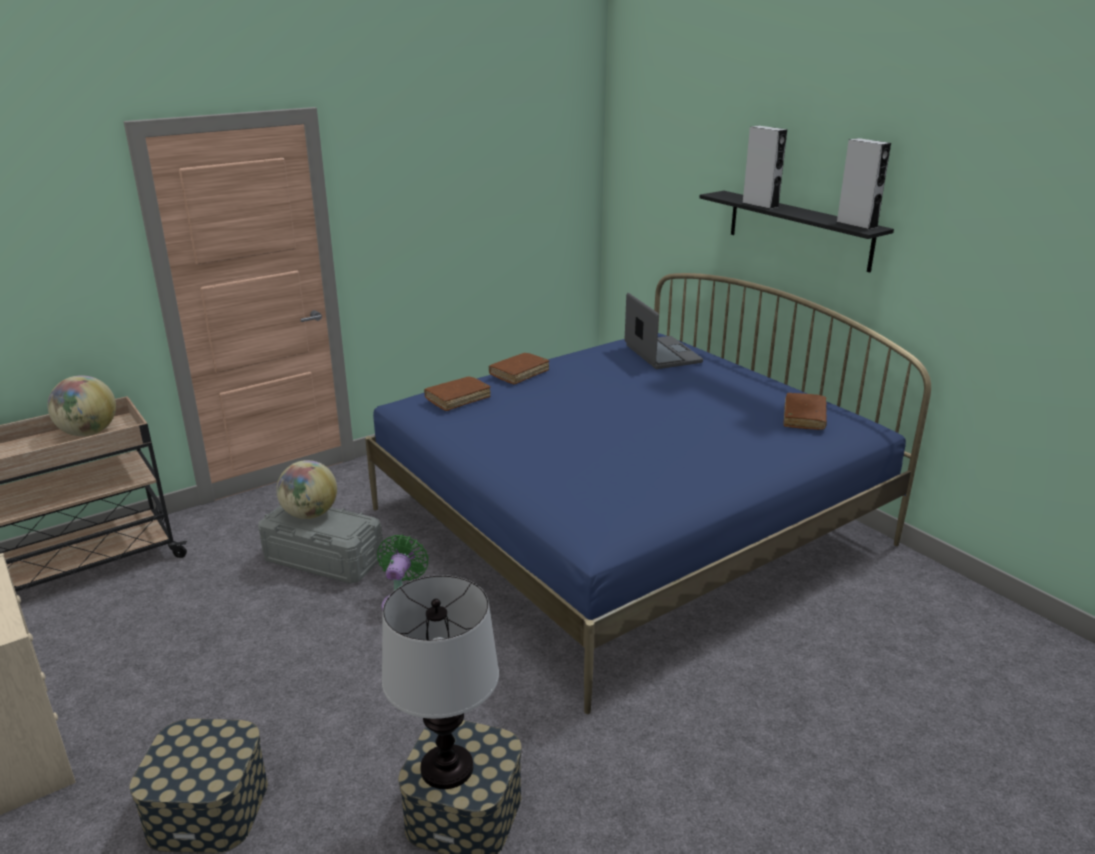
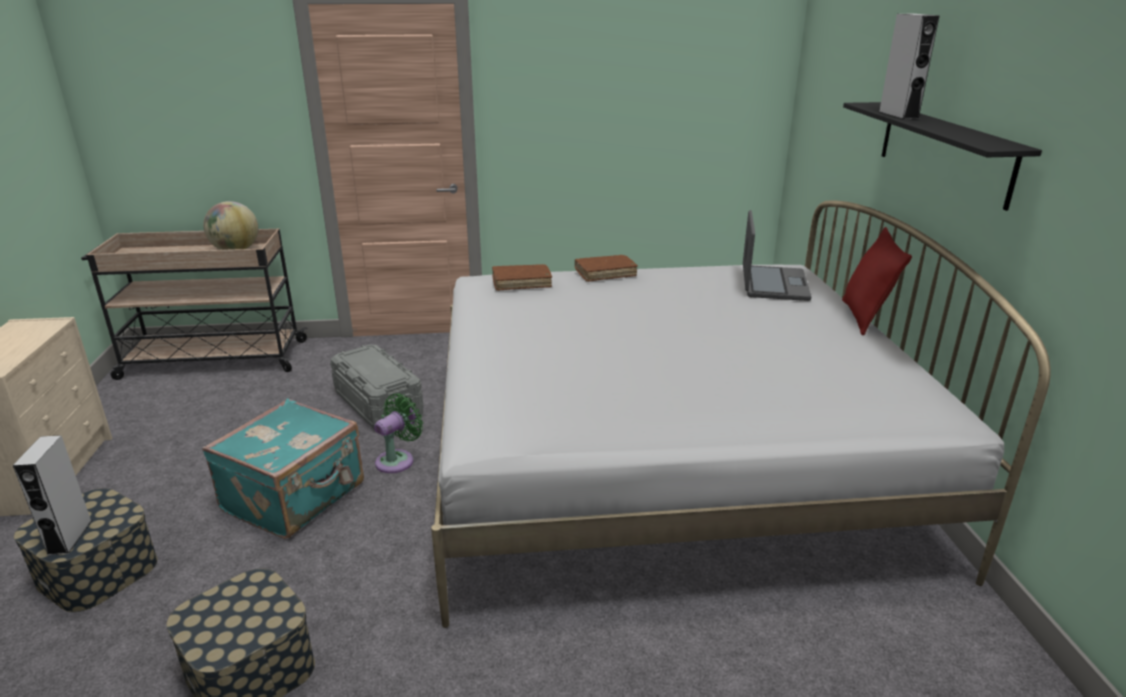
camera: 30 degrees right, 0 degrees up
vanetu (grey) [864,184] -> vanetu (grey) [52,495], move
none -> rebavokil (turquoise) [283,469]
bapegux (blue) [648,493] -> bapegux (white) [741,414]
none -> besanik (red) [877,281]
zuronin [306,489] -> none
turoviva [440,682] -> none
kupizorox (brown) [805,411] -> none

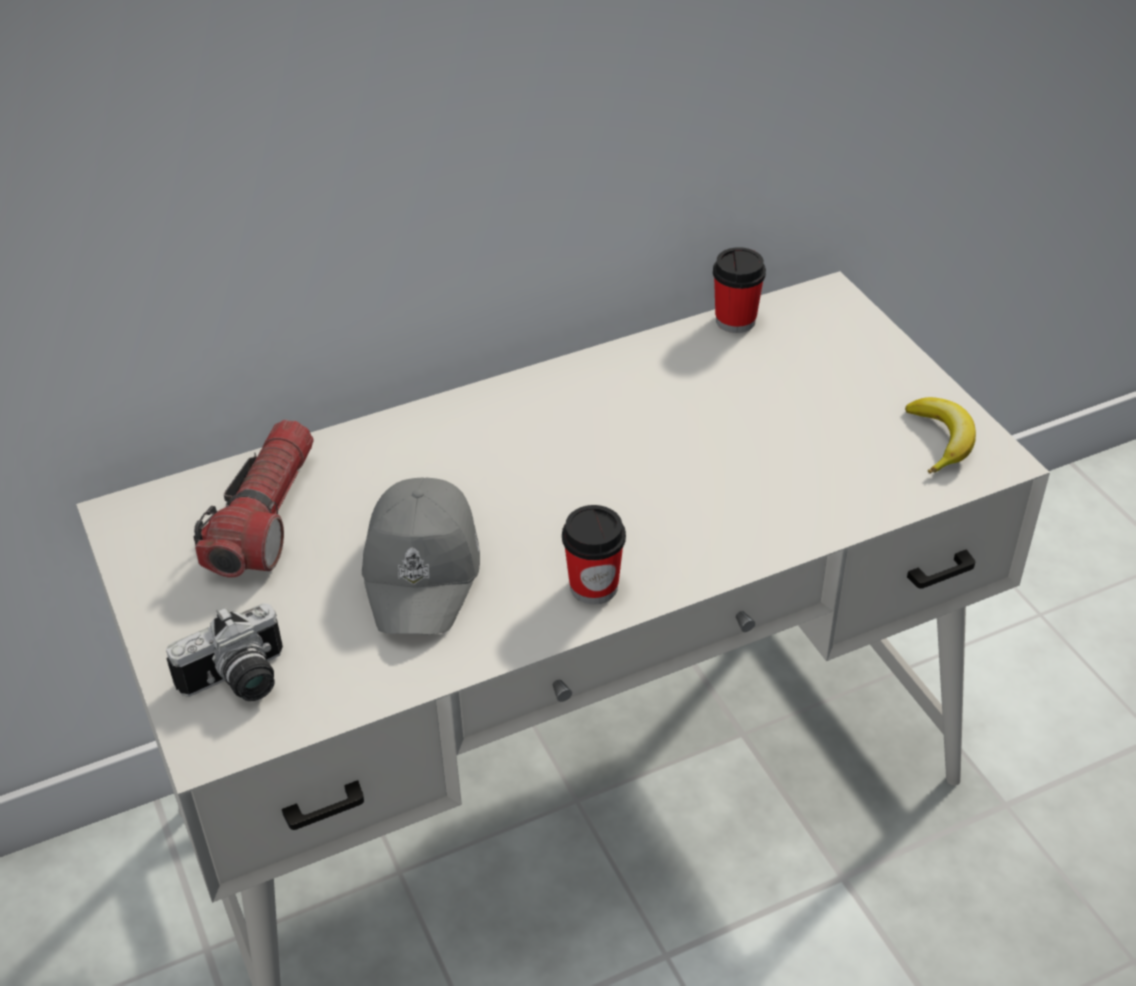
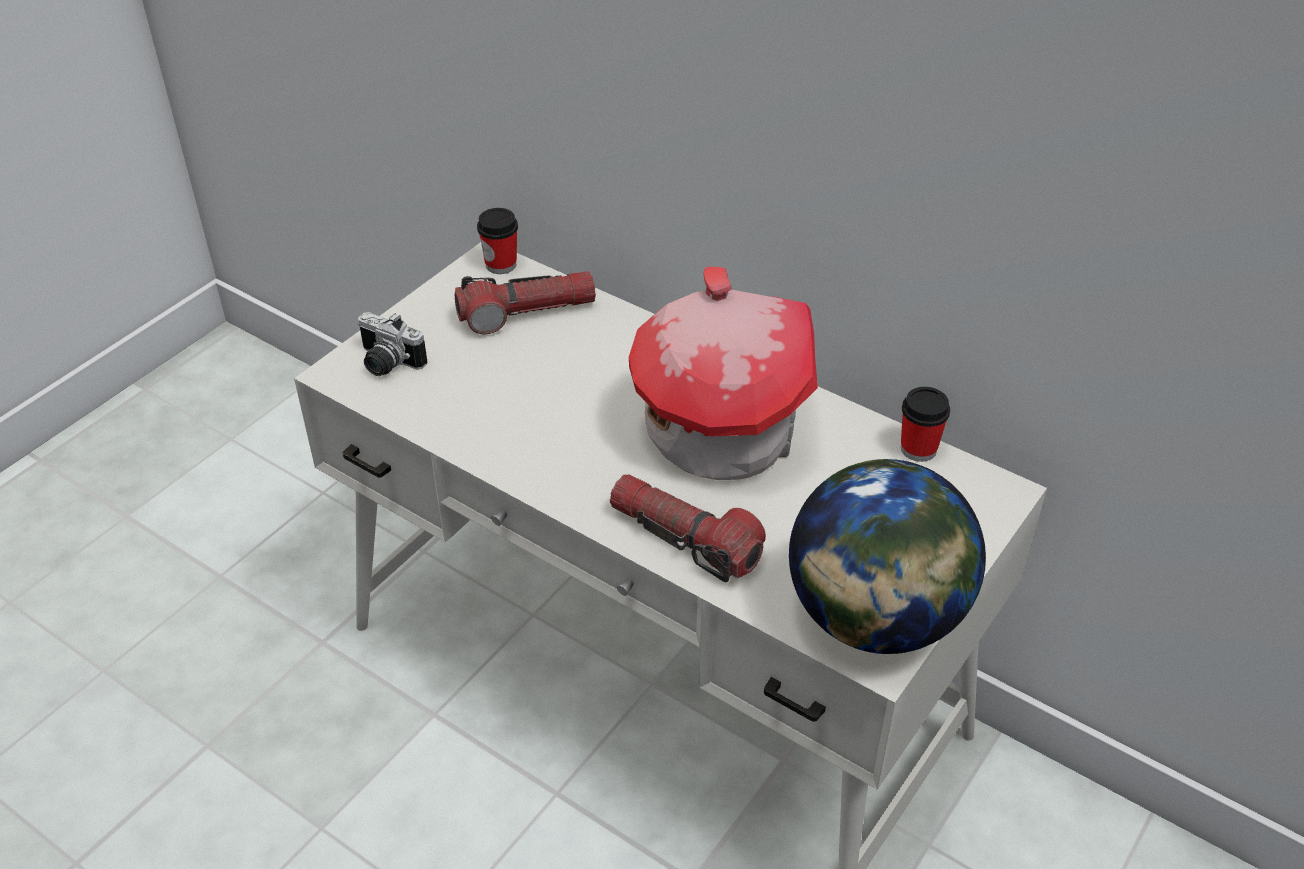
camera: 60 degrees right, 0 degrees up
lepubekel [594,554] -> lepubekel [497,241], move
none -> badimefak [688,528]
none -> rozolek [723,373]
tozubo [940,435] -> zuronin [887,556]
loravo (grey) [421,555] -> none

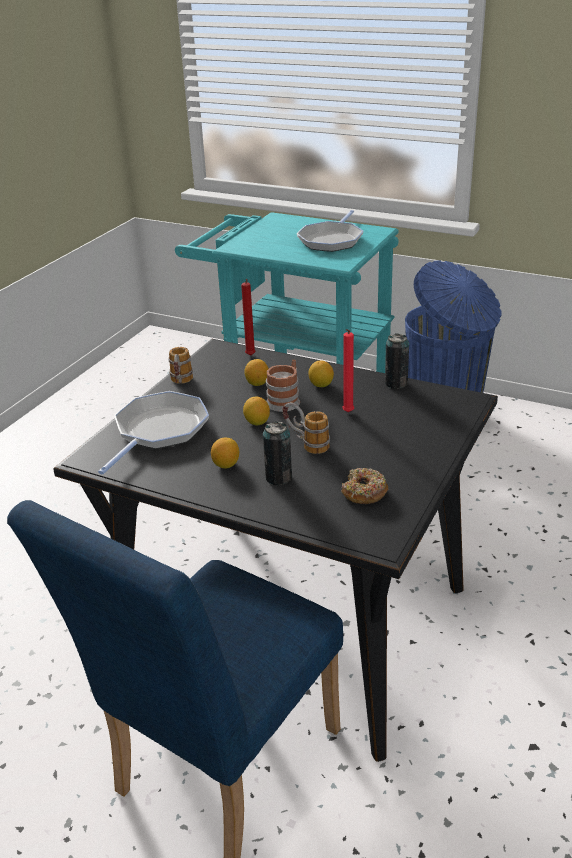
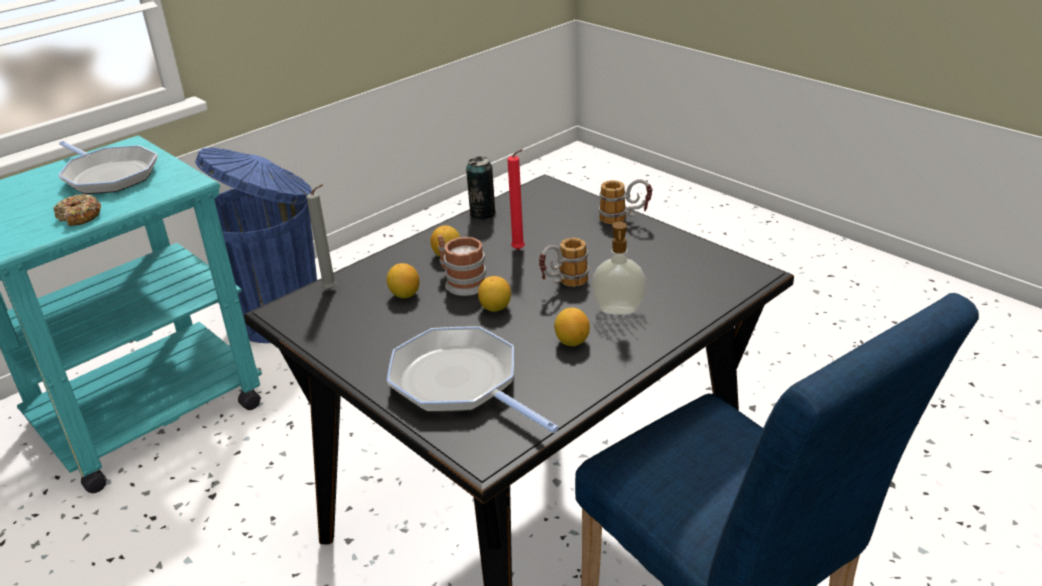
camera: 70 degrees left, 0 degrees up
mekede [365,486] -> mekede [77,210], move
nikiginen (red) [248,317] -> nikiginen (grey) [321,237]
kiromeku [277,453] -> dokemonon [618,268]
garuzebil [180,365] -> garuzebil [625,201], move

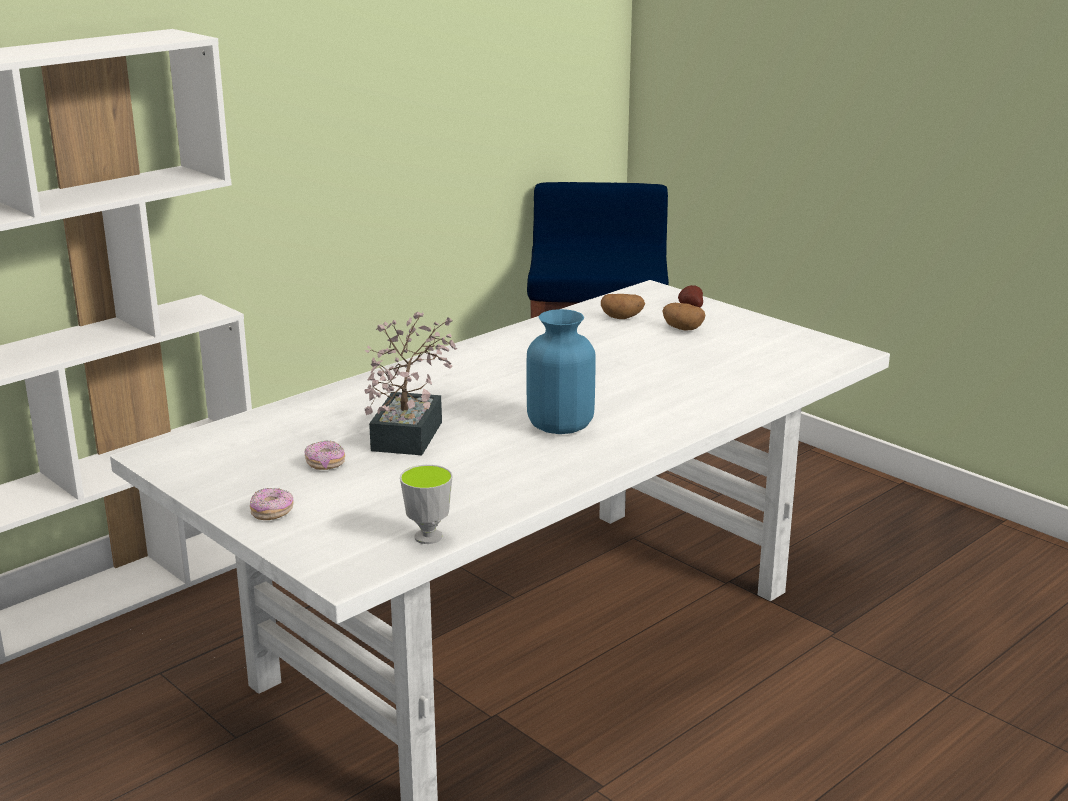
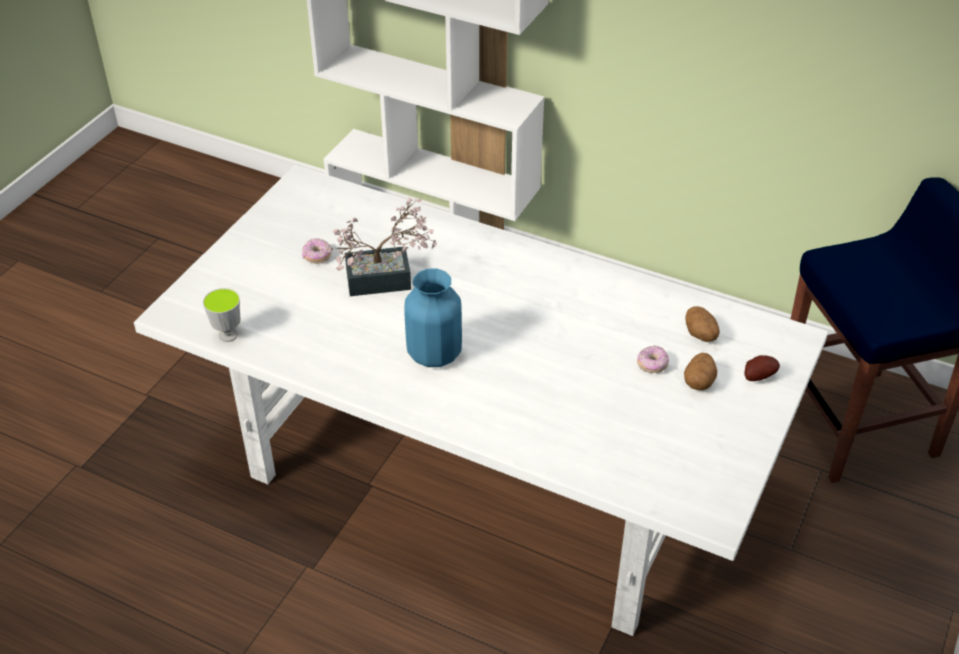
camera: 70 degrees right, 20 degrees up
mekede [272,504] -> mekede [653,359], move

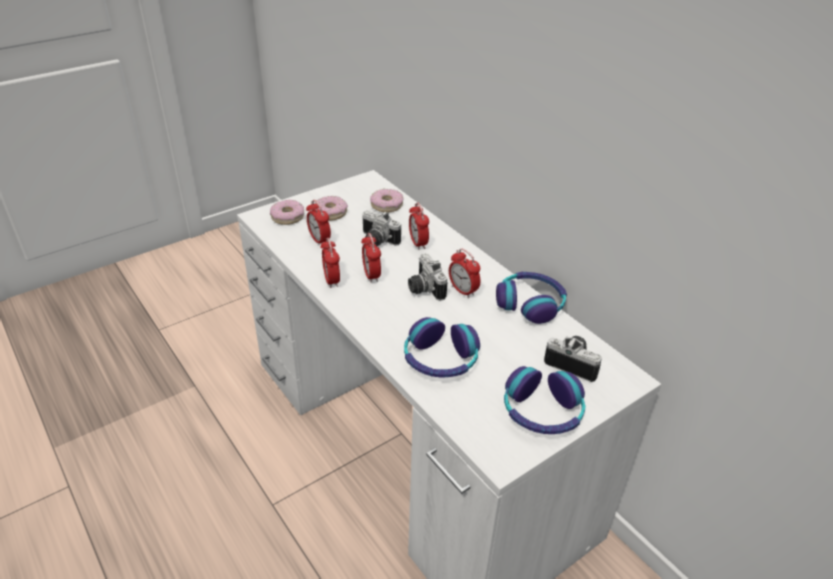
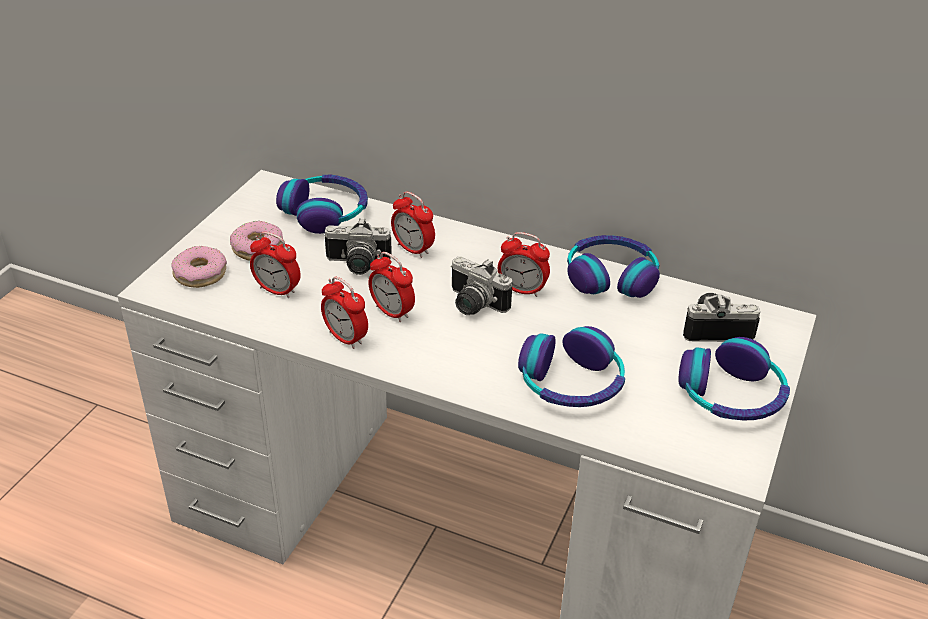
camera: 30 degrees left, 0 degrees up
mekede [387,200] -> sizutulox [322,204]

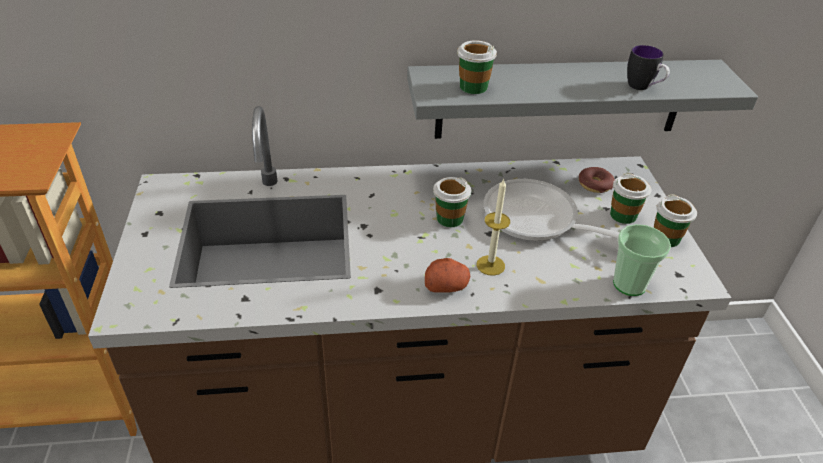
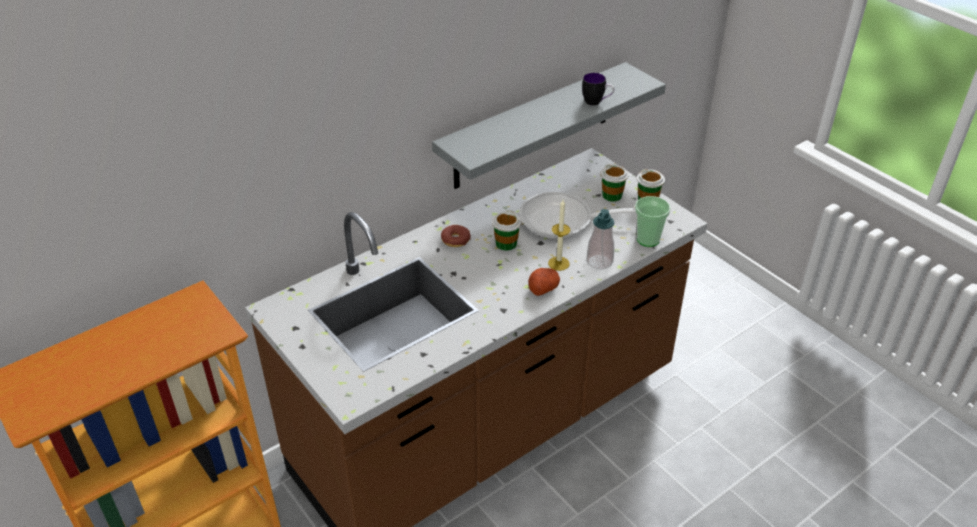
camera: 30 degrees left, 0 degrees up
mekede [597,180] -> mekede [456,236], move
none -> dokemonon [600,239]
lepubekel [477,67] -> none

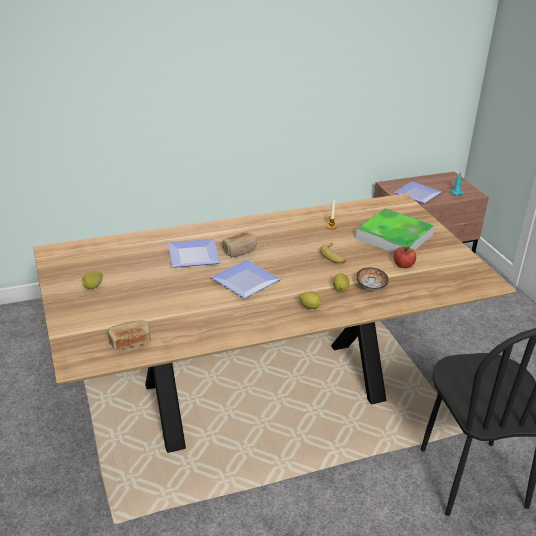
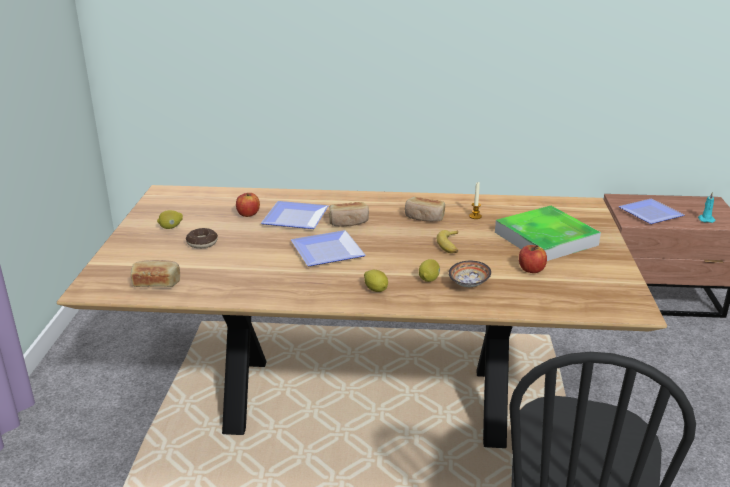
camera: 25 degrees right, 5 degrees down
none -> mekede [202,238]
none -> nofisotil [248,205]
none -> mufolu [425,209]

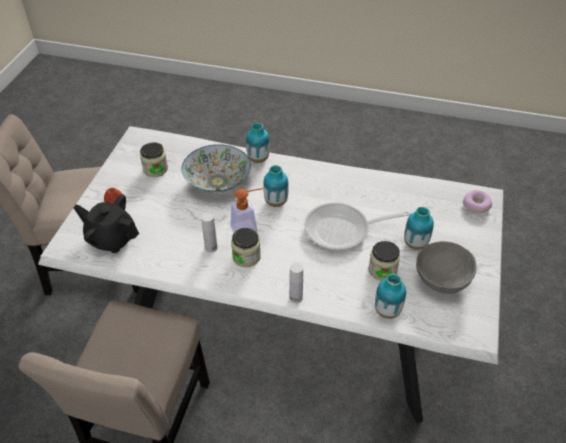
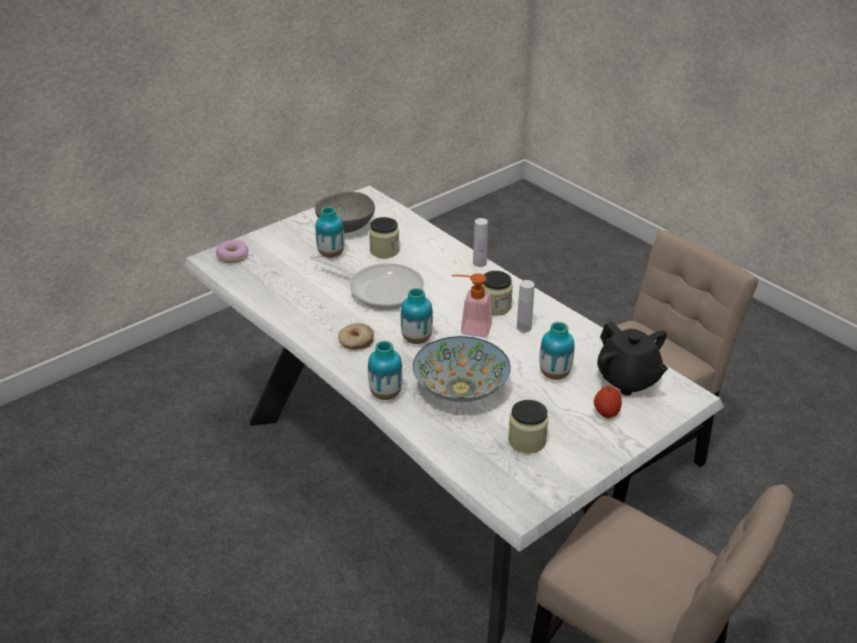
camera: 145 degrees left, 10 degrees down
none -> mekede [356,336]
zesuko [390,296] -> zesuko [557,351], move

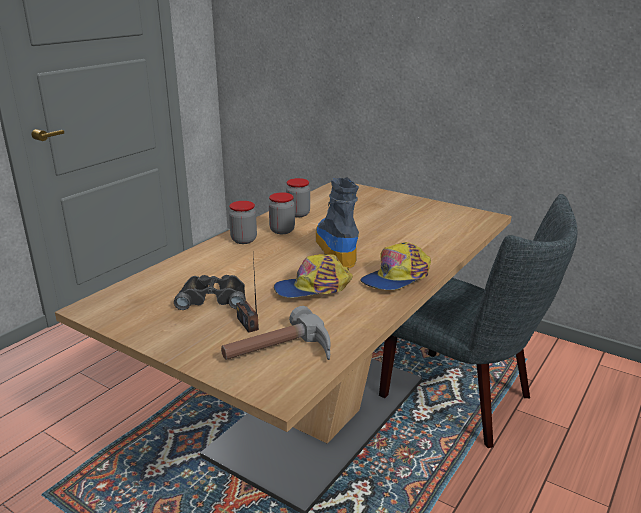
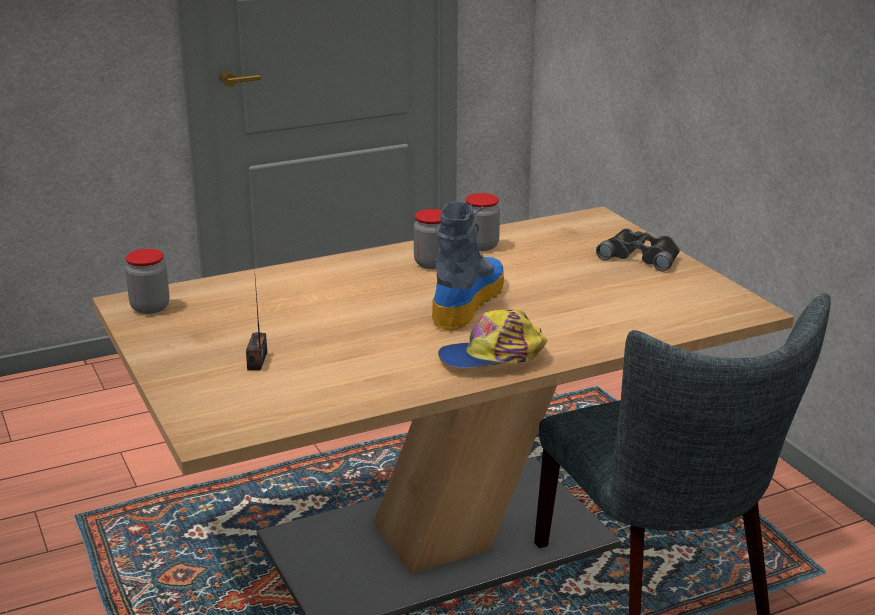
camera: 30 degrees right, 0 degrees up
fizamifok [243,222] -> fizamifok [147,281], move
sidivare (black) [210,292] -> sidivare (black) [638,249], move
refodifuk [276,333] -> none
loravo [313,276] -> none

